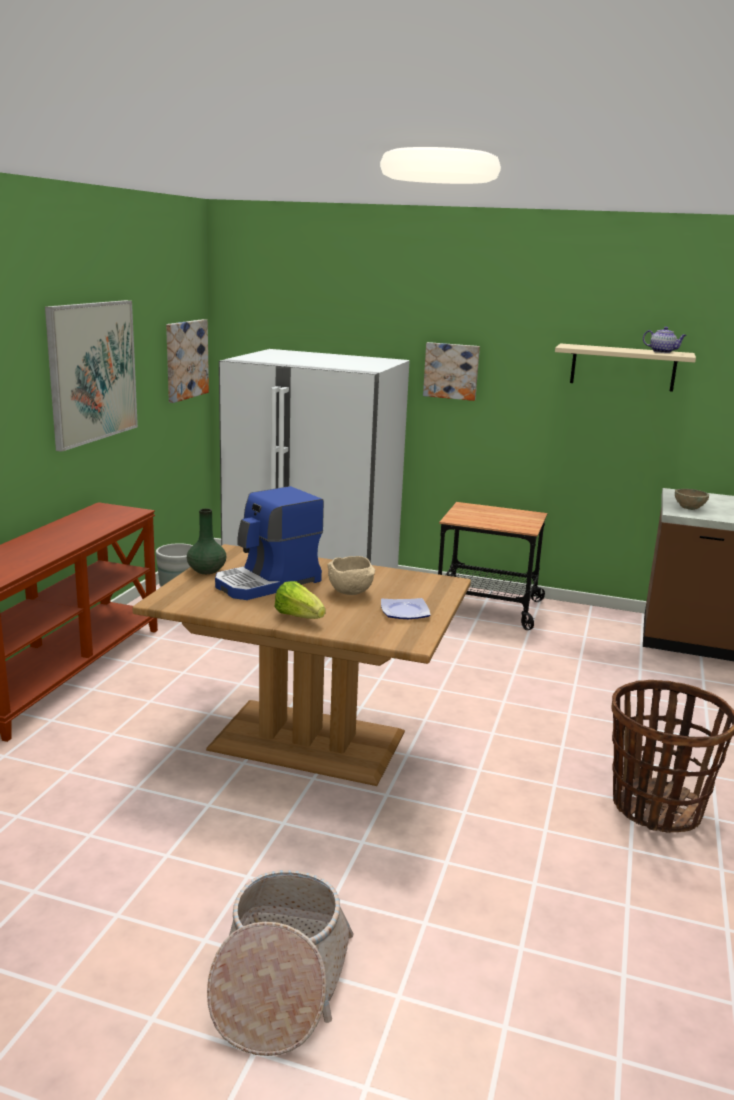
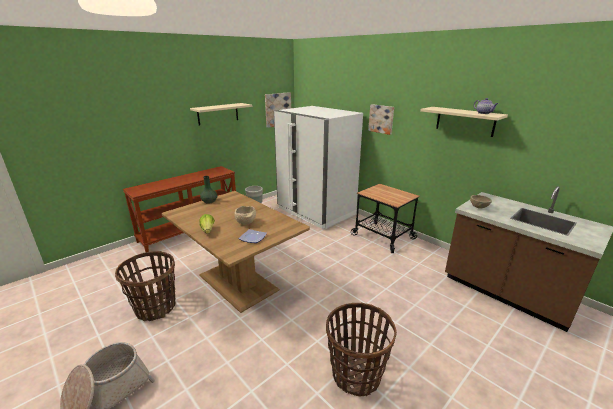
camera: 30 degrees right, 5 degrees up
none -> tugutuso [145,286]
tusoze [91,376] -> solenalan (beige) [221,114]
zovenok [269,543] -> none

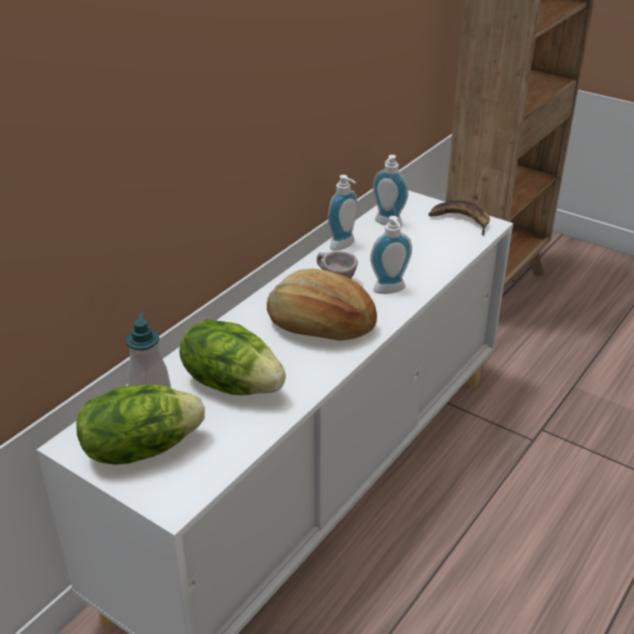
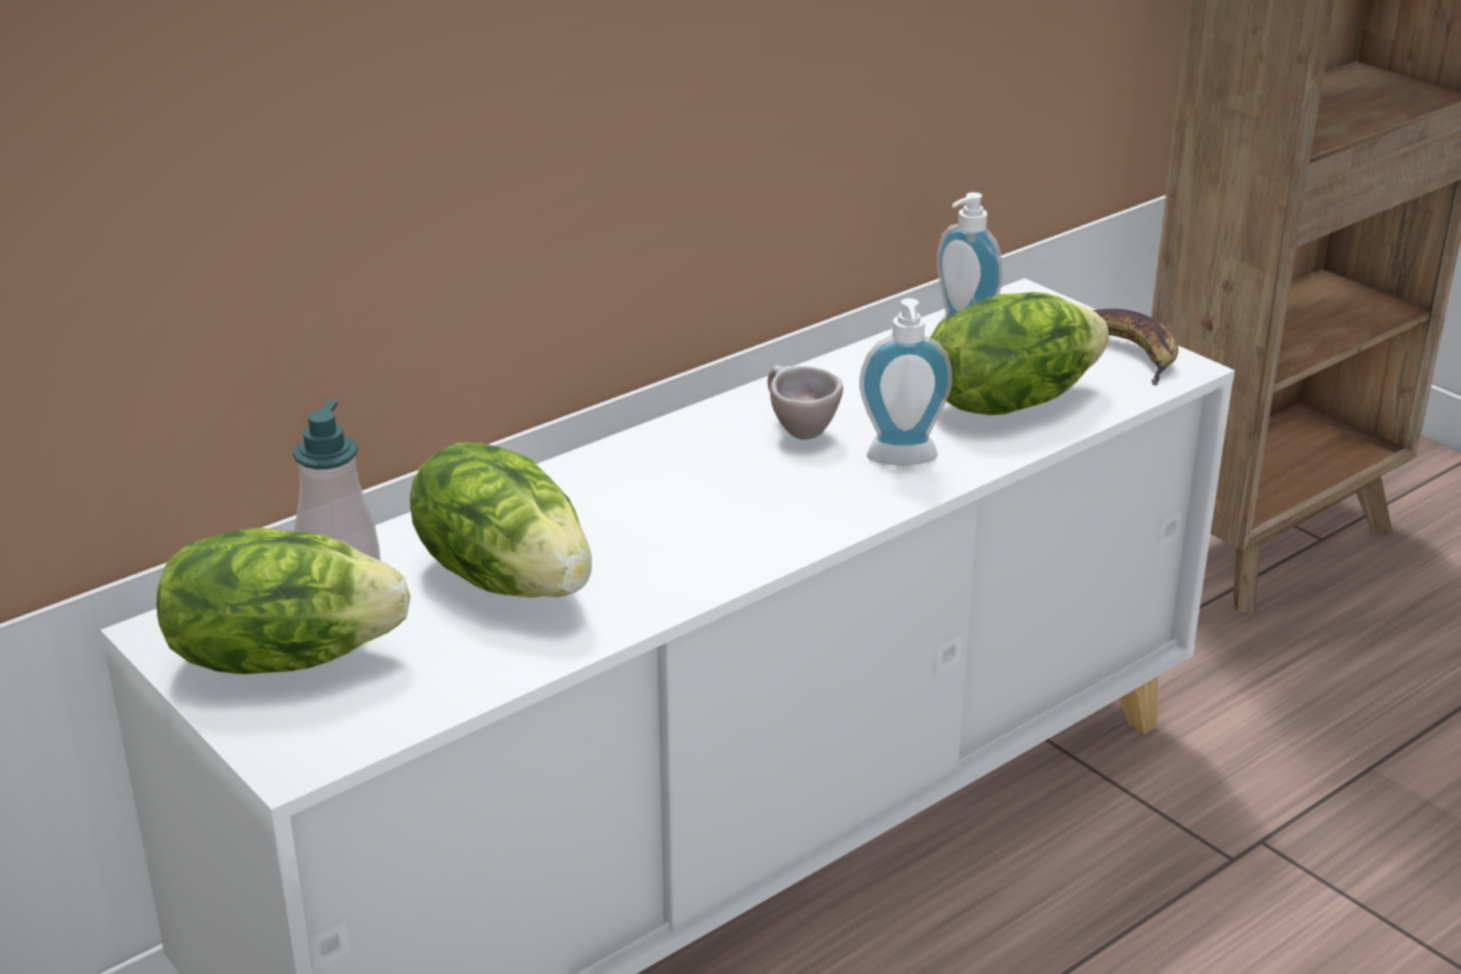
camera: 15 degrees right, 5 degrees down
none -> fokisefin [1019,353]
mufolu [322,305] -> none
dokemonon [343,213] -> none

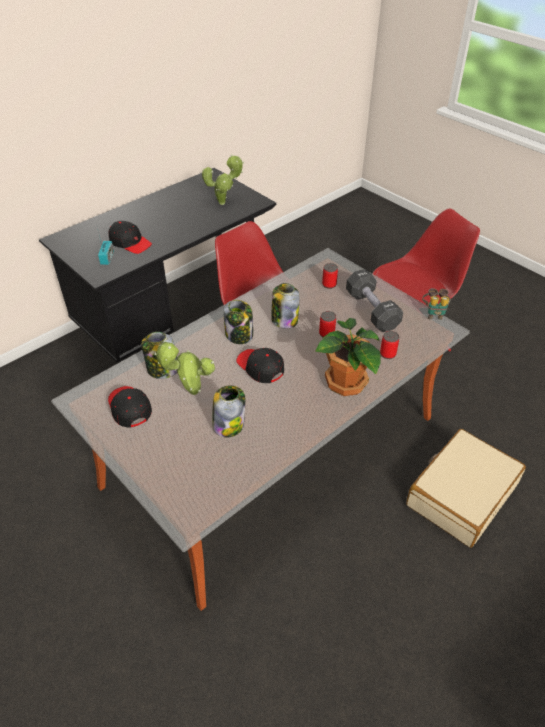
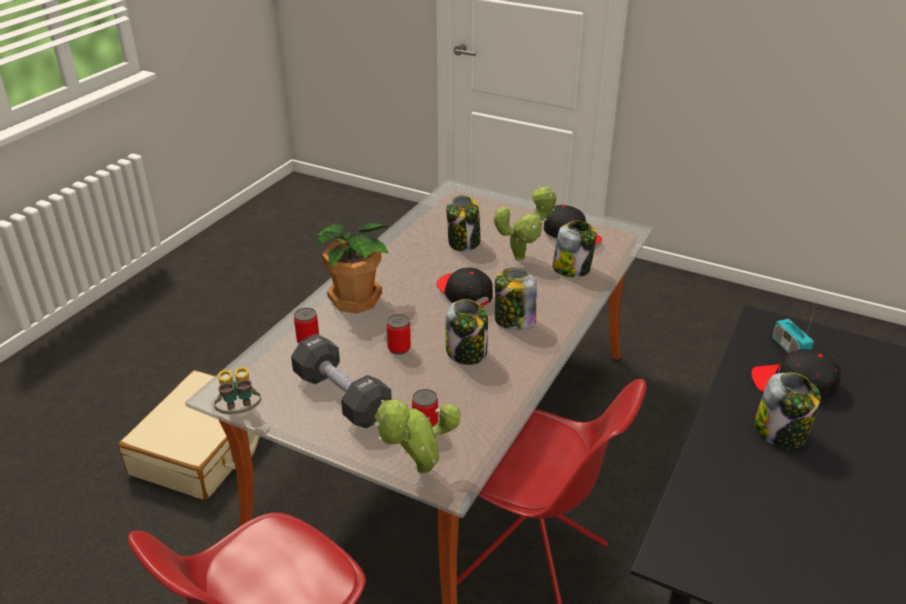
camera: 160 degrees right, 10 degrees down
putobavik [223,180] -> putobavik [417,436], move
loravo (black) [260,365] -> loravo (black) [464,286], 150 degrees counterclockwise
none -> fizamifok [787,410]

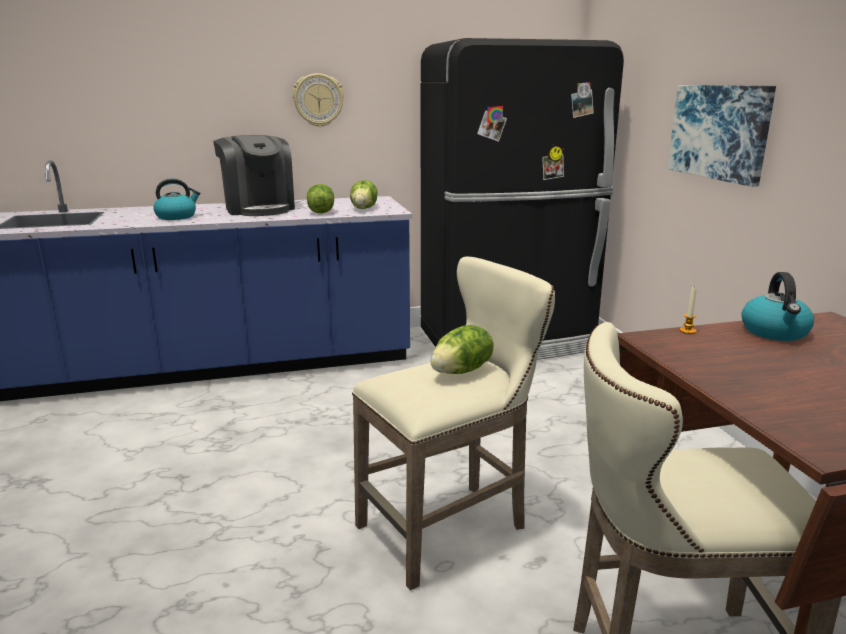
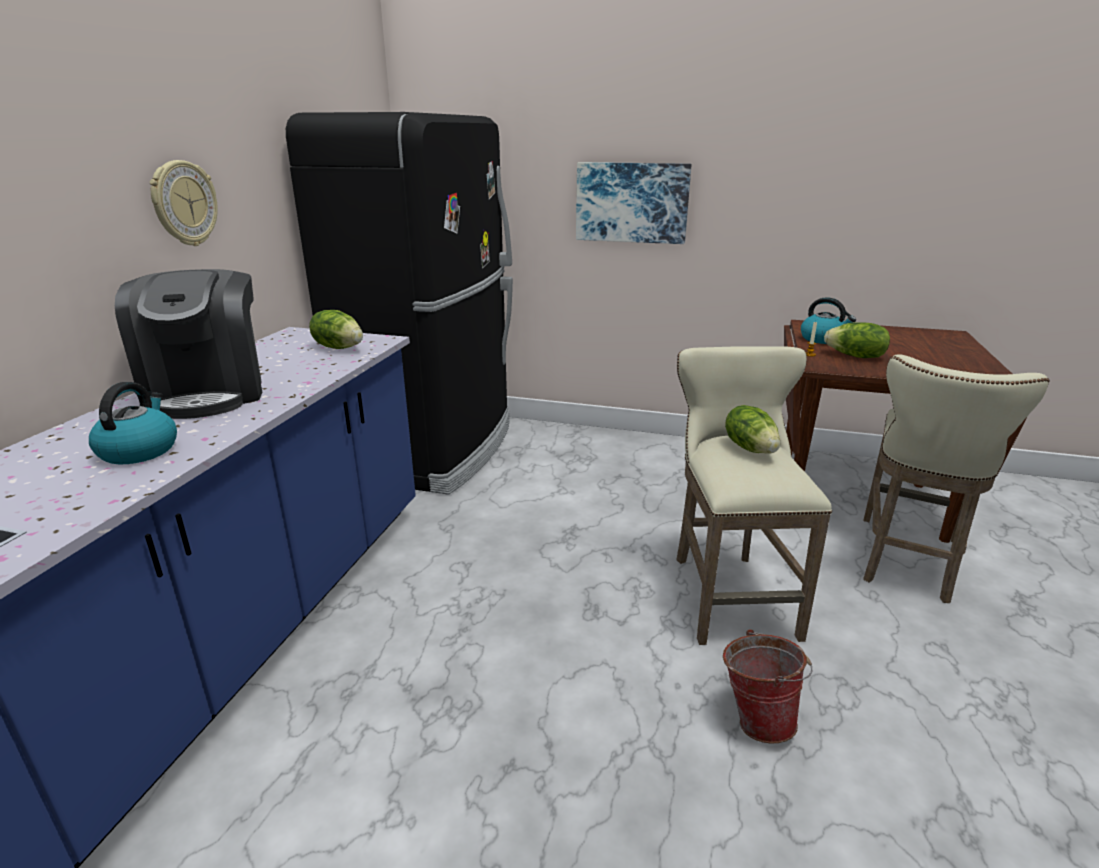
camera: 60 degrees left, 5 degrees up
zovenok [254,175] -> zovenok [188,344], 75 degrees clockwise
none -> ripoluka [767,686]
fokisefin [320,198] -> fokisefin [857,340], move

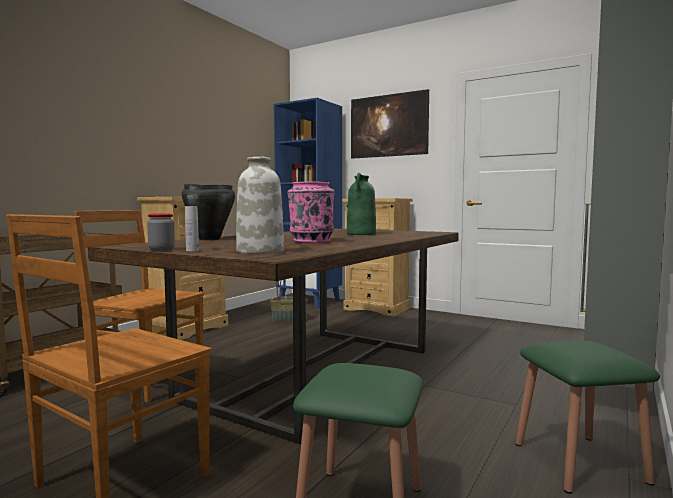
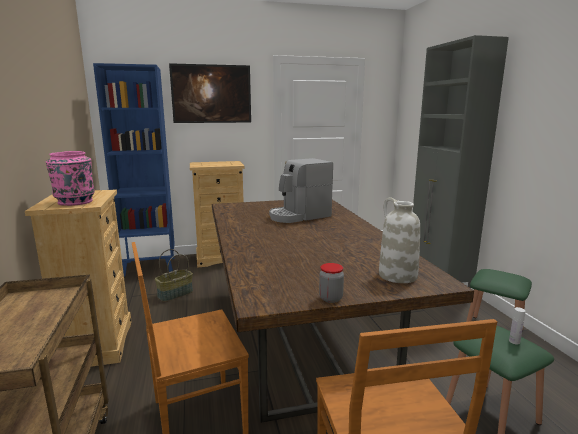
camera: 45 degrees left, 10 degrees up
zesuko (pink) [311,212] -> zesuko (pink) [70,178], move
zesuko (green) [361,204] -> zovenok [301,190]
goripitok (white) [192,228] -> goripitok (white) [517,325], move
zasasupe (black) [208,212] -> none

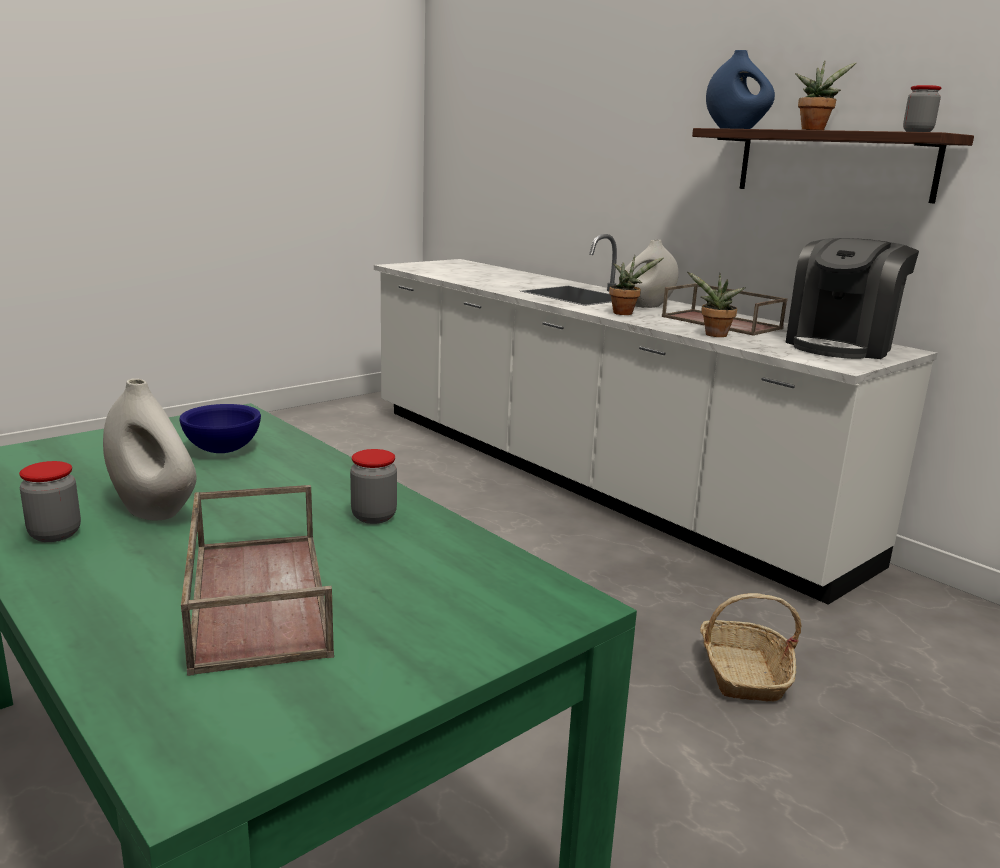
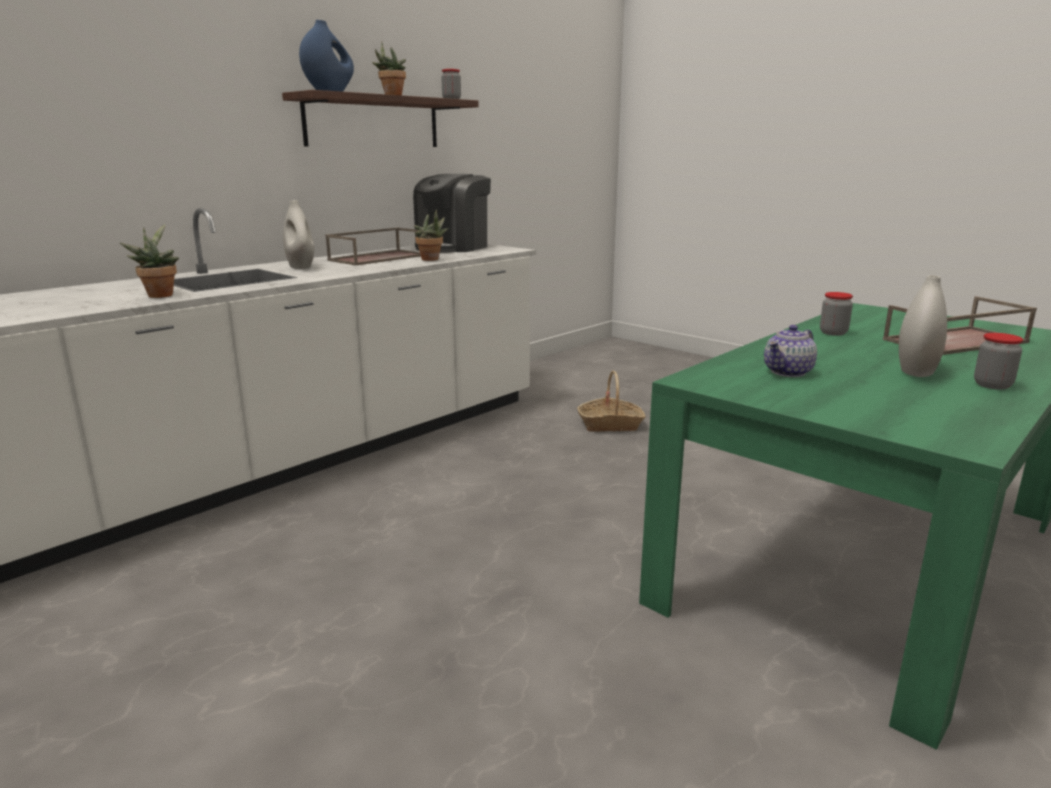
camera: 95 degrees left, 0 degrees up
putobavik [636,285] -> putobavik [149,261], move
zovenok [852,298] -> zovenok [452,213], 90 degrees clockwise
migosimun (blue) [220,428] -> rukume [790,351]

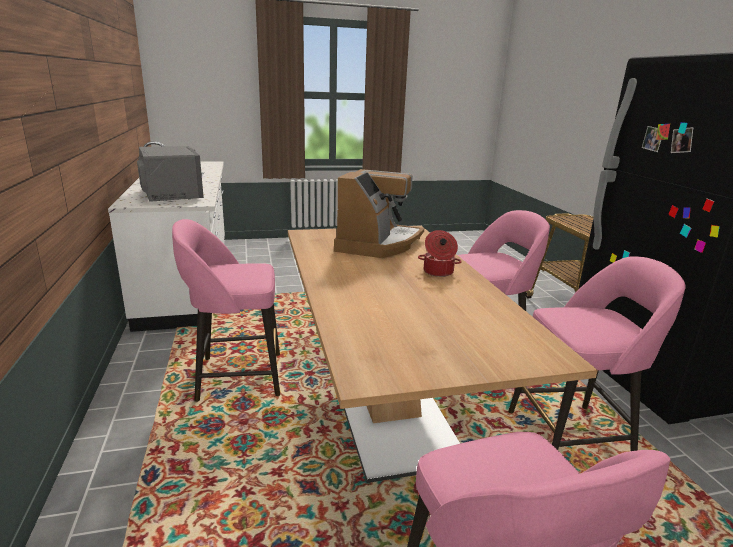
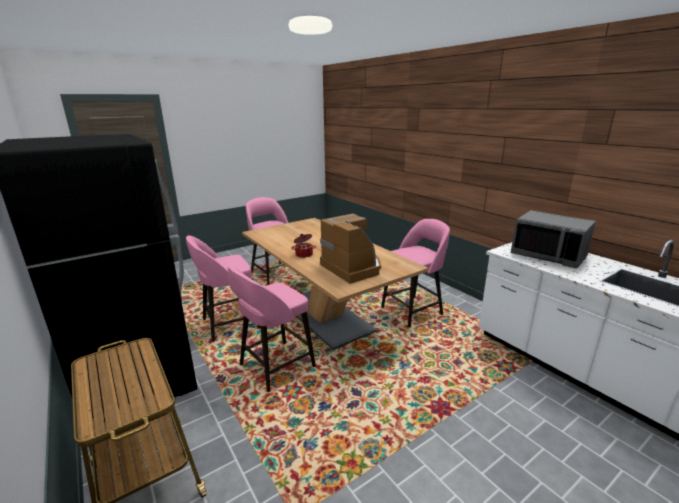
camera: 160 degrees right, 0 degrees up
zovenok [379,213] -> zovenok [350,249], 150 degrees clockwise

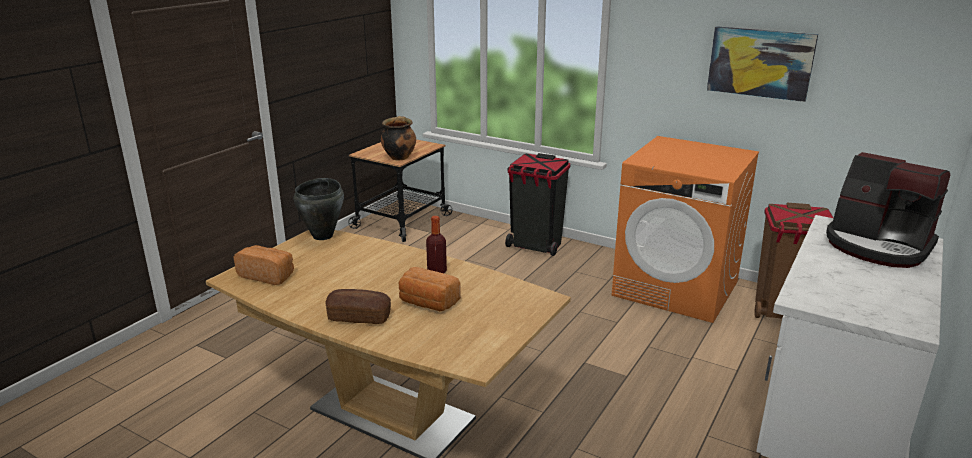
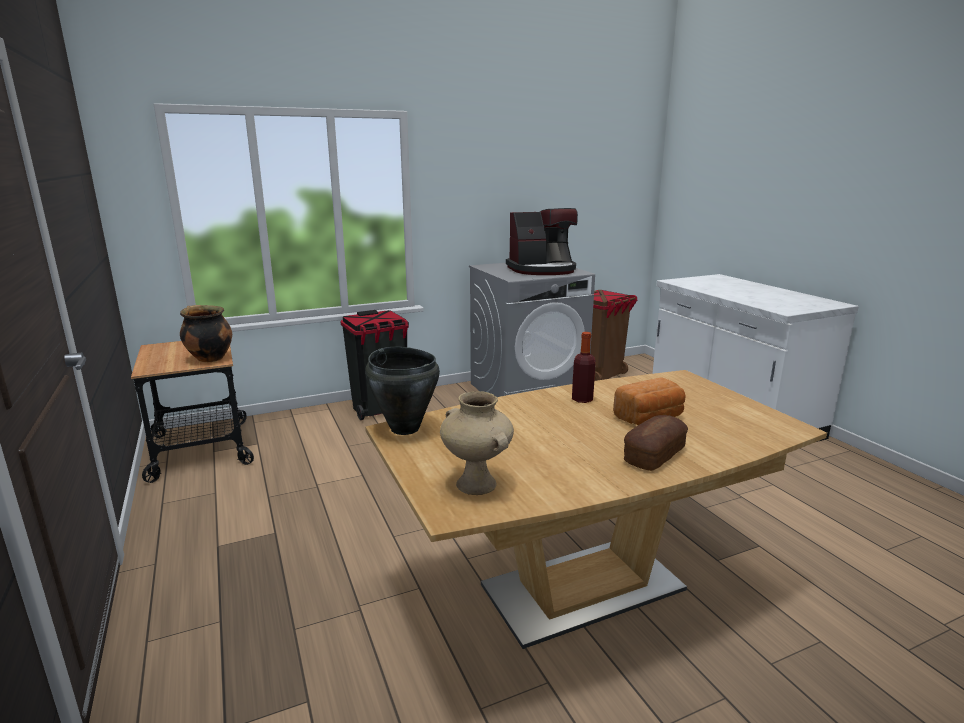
camera: 55 degrees left, 5 degrees down
mufolu [264,265] -> zesuko (beige) [477,443]
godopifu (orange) [685,229] -> godopifu (grey) [532,330]
zovenok [888,210] -> zovenok [542,241], move
tusoze [762,64] -> none

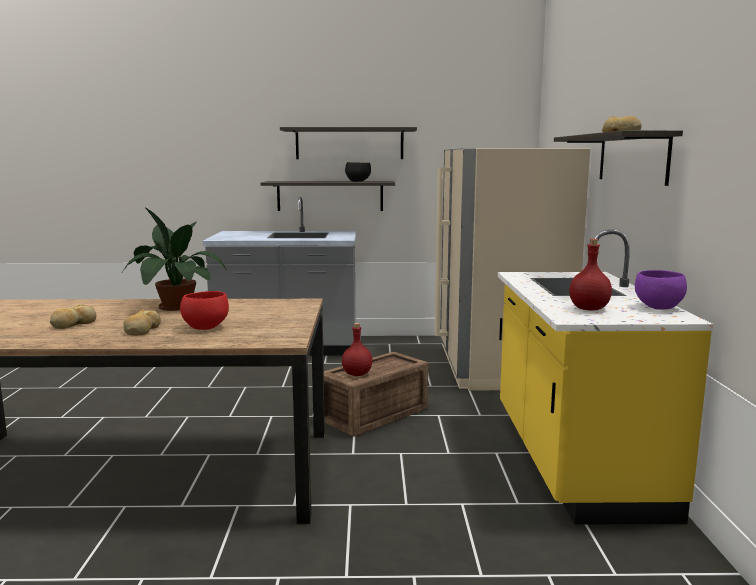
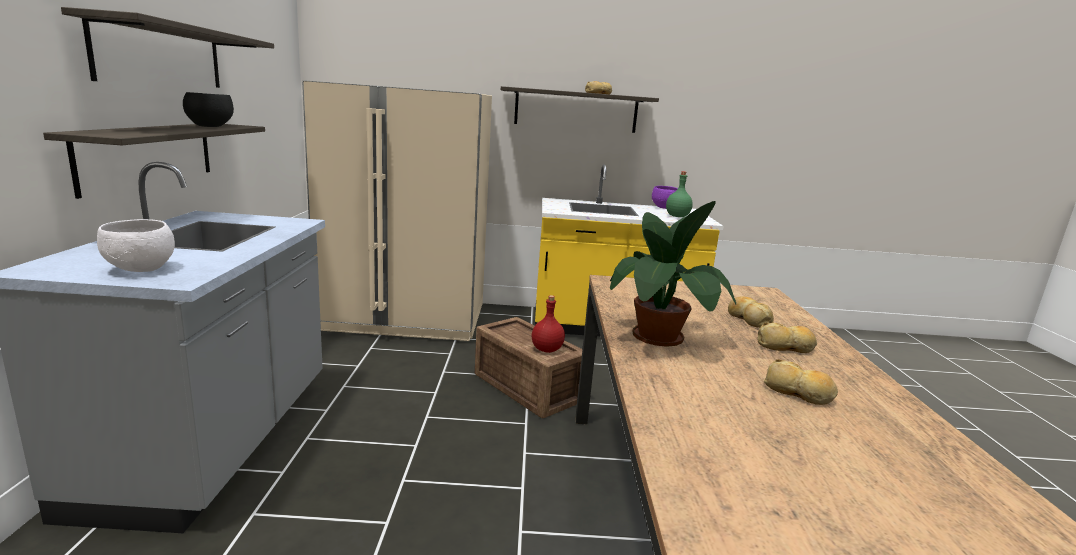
camera: 90 degrees left, 5 degrees up
none -> migosimun (white) [136,245]
goripitok (red) [590,275] -> goripitok (green) [679,194]
migosimun (red) [204,310] -> mufolu [751,312]

